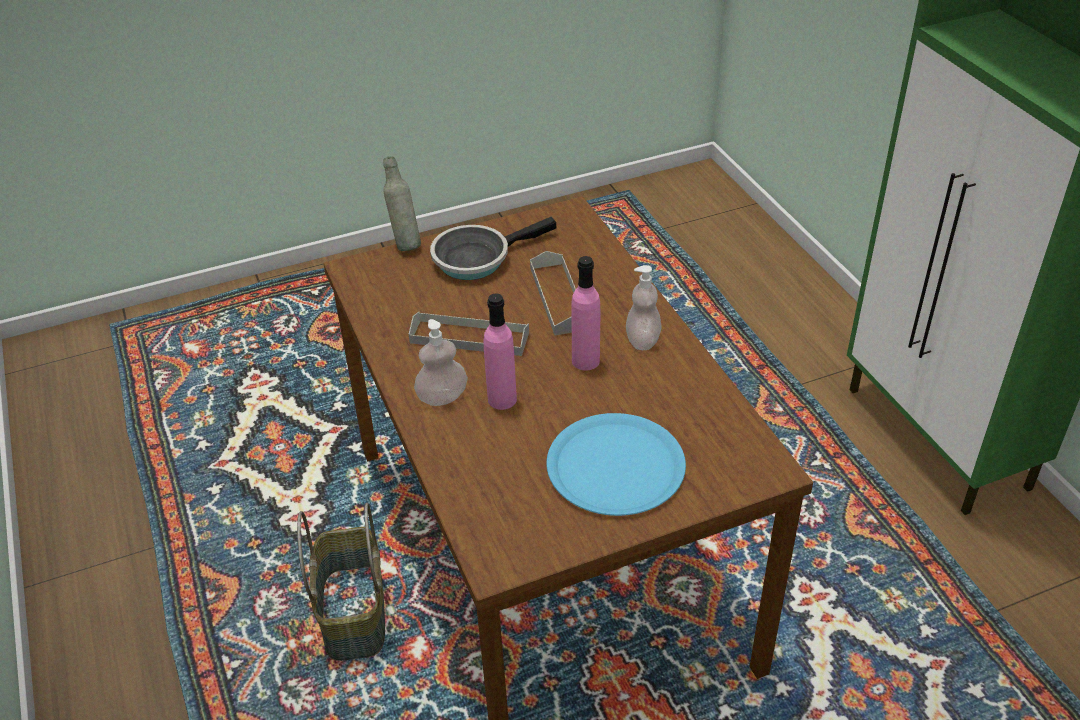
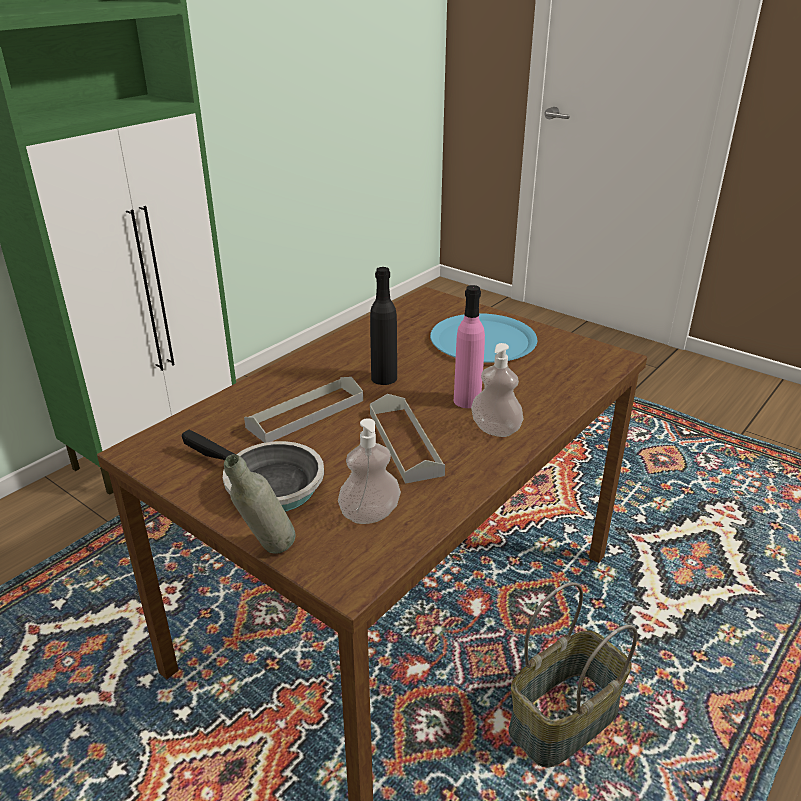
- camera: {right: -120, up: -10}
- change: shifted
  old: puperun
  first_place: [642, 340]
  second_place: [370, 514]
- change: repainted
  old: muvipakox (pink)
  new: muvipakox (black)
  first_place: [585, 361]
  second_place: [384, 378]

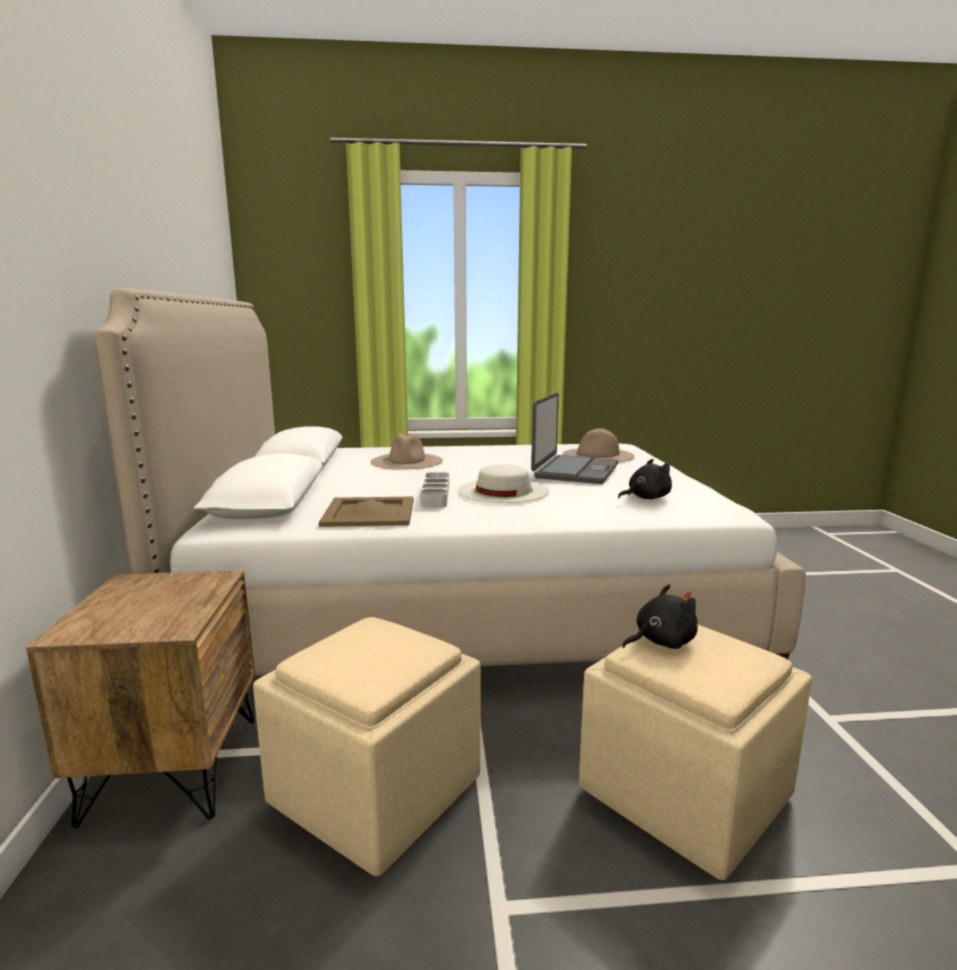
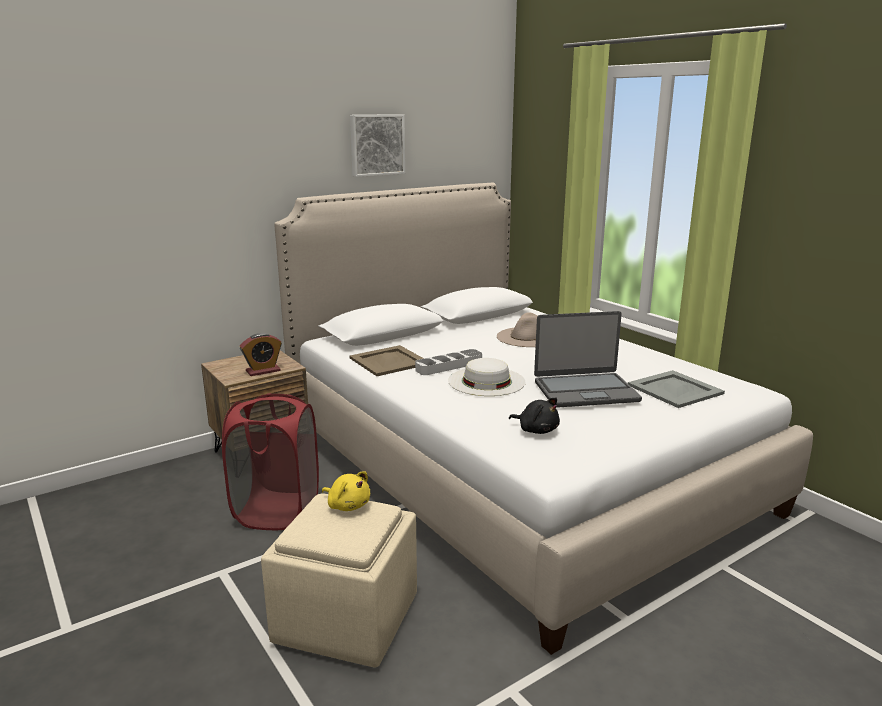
- camera: {right: 60, up: 5}
- change: swapped
  old: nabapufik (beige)
  new: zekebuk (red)
  first_place: [376, 795]
  second_place: [277, 511]
- change: new
  new: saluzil
  second_place: [263, 371]
- change: repainted
  old: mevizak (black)
  new: mevizak (yellow)
  first_place: [660, 642]
  second_place: [347, 505]
- change: new
  new: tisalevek
  second_place: [376, 145]
- change: swapped
  old: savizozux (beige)
  new: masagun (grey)
  first_place: [598, 455]
  second_place: [675, 390]

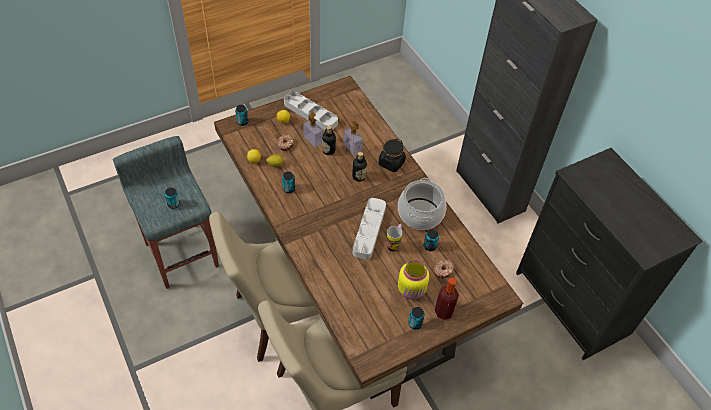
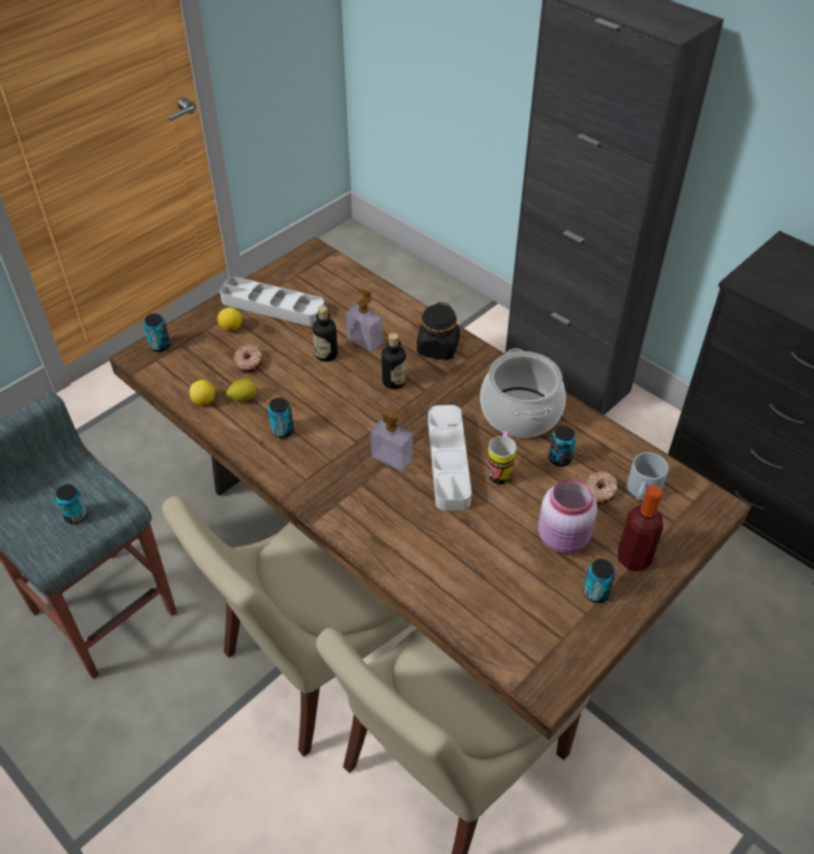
- camera: {right: -15, up: -5}
- change: shifted
  old: puperun
  first_place: [313, 140]
  second_place: [392, 458]
- change: repainted
  old: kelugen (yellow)
  new: kelugen (pink)
  first_place: [412, 290]
  second_place: [564, 539]
- change: new
  new: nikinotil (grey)
  second_place: [643, 491]

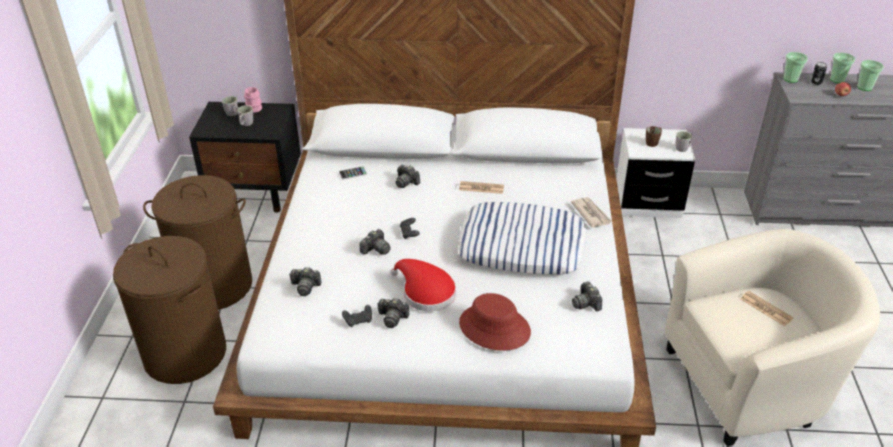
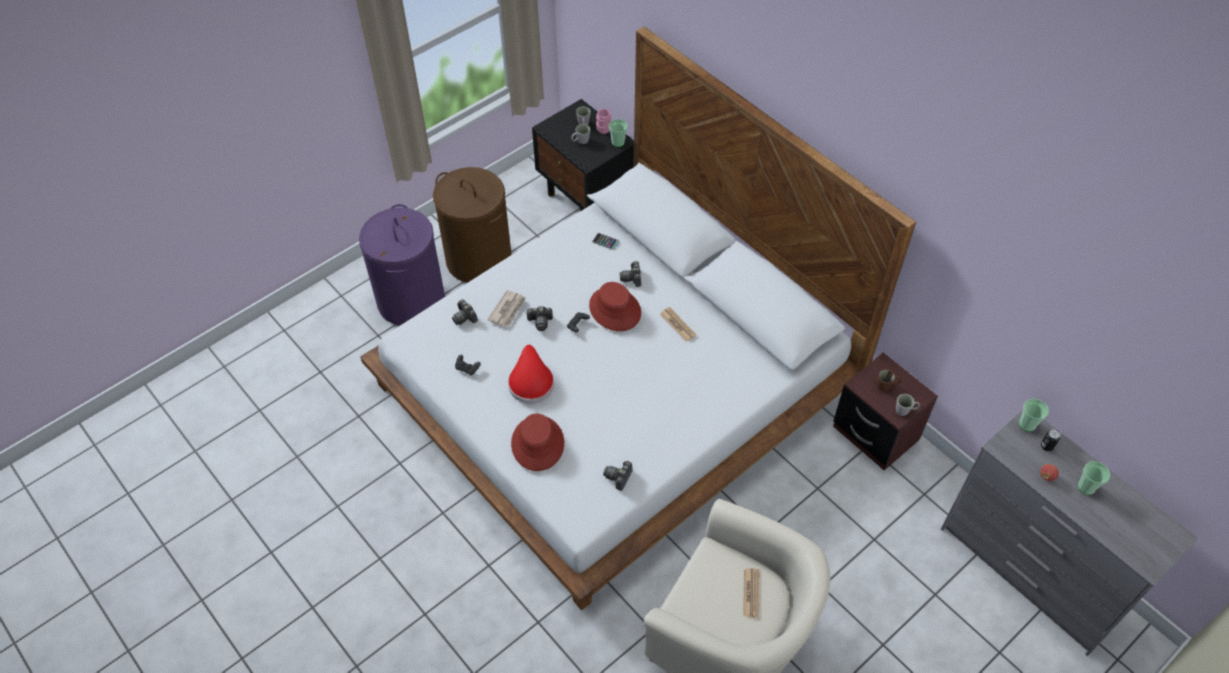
- camera: {right: 45, up: 15}
- change: repainted
  old: zekebuk (brown)
  new: zekebuk (purple)
  first_place: [185, 354]
  second_place: [411, 300]
- change: shifted
  old: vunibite
  first_place: [591, 213]
  second_place: [508, 310]
- change: new
  new: savizozux (red)
  second_place: [614, 309]
- change: shifted
  old: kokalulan
  first_place: [837, 80]
  second_place: [618, 142]
- change: repainted
  old: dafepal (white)
  new: dafepal (brown)
  first_place: [647, 202]
  second_place: [875, 433]
- change: gone
  old: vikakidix
  first_place: [392, 318]
- change: gone
  old: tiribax
  first_place: [522, 246]

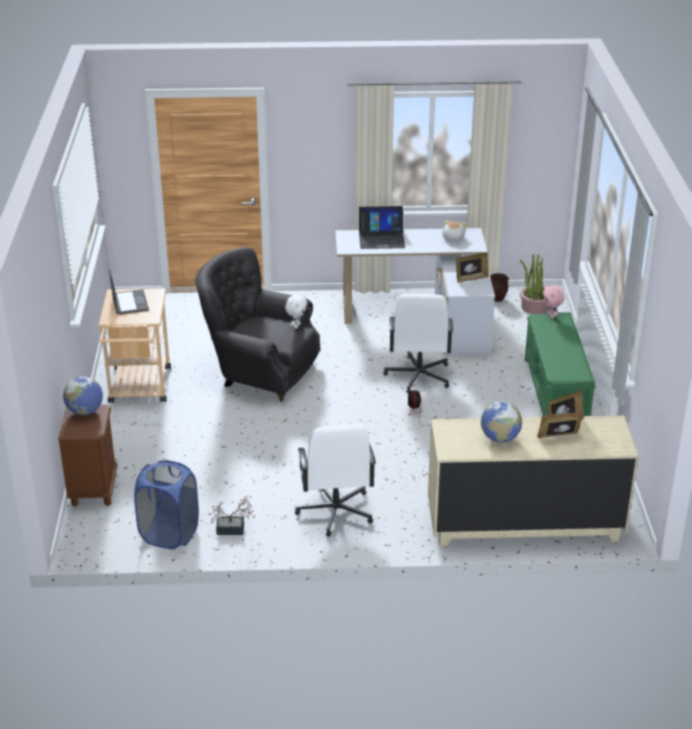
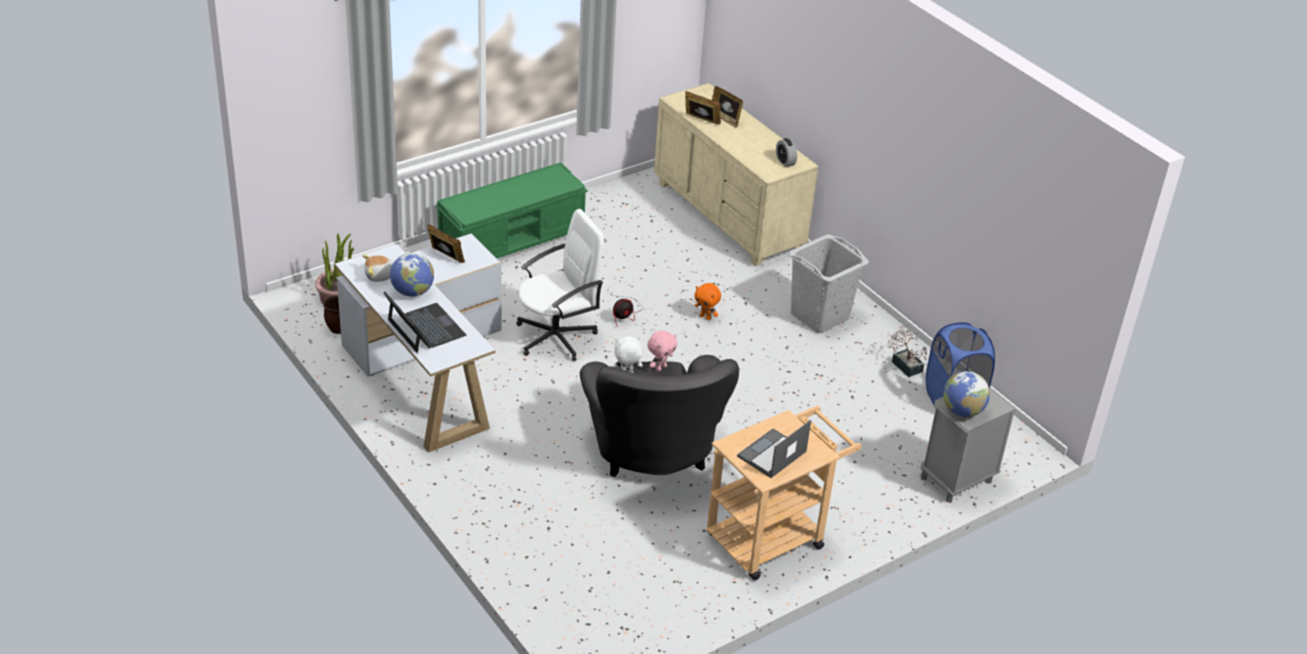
- camera: {right: -125, up: 5}
- change: shifted
  old: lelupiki
  first_place: [500, 438]
  second_place: [412, 292]
- change: shifted
  old: mevizak (pink)
  first_place: [551, 316]
  second_place: [660, 367]
- change: new
  new: mevizak (orange)
  second_place: [705, 317]
- change: new
  new: saluzil
  second_place: [785, 162]
- change: swapped
  old: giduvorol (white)
  new: zekebuk (grey)
  first_place: [335, 512]
  second_place: [820, 316]
- change: repainted
  old: dafepal (brown)
  new: dafepal (grey)
  first_place: [93, 489]
  second_place: [956, 480]

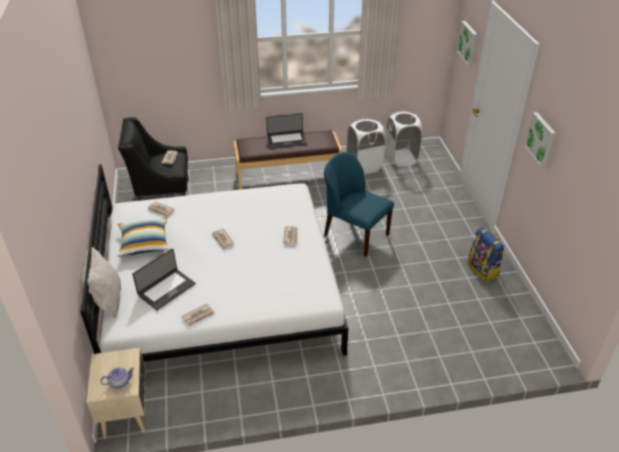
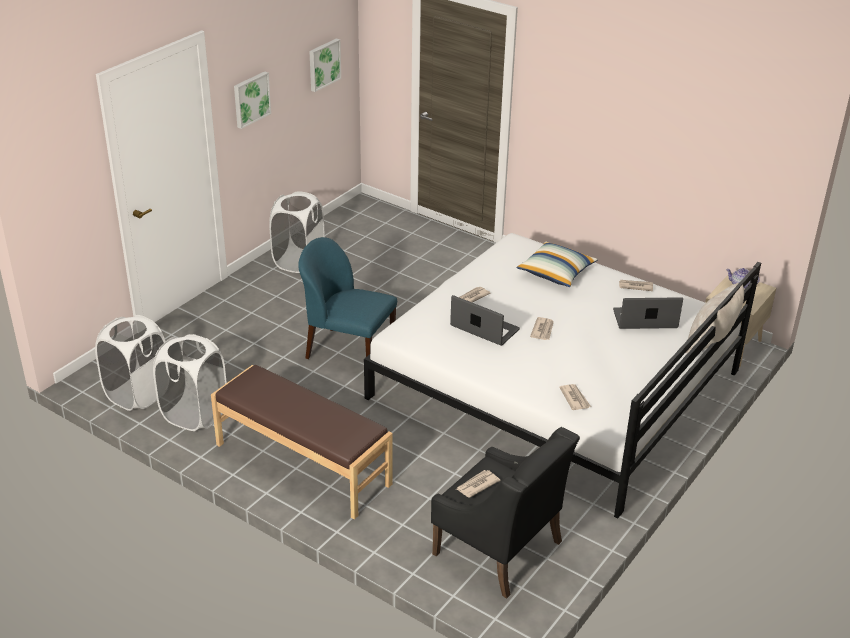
- camera: {right: -135, up: -5}
- change: swapped
  old: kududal
  new: zekebuk (white)
  first_place: [483, 270]
  second_place: [298, 261]
- change: rotated
  old: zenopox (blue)
  first_place: [355, 234]
  second_place: [348, 351]
  degrees: 120
- change: shifted
  old: tisalevek
  first_place: [468, 43]
  second_place: [323, 64]
- change: shifted
  old: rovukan
  first_place: [286, 140]
  second_place: [484, 328]
- change: shifted
  old: tiribax
  first_place: [144, 243]
  second_place: [556, 273]

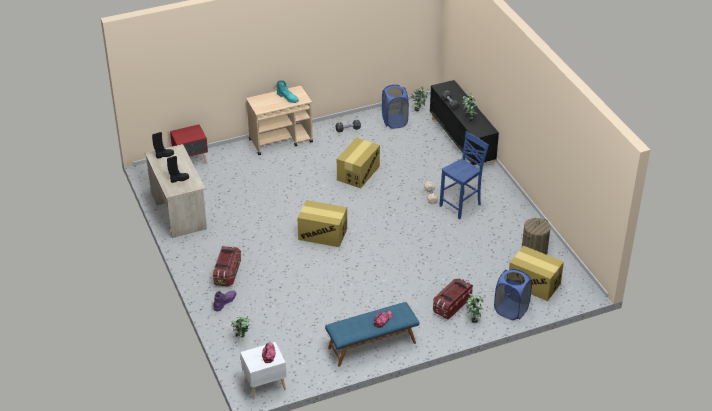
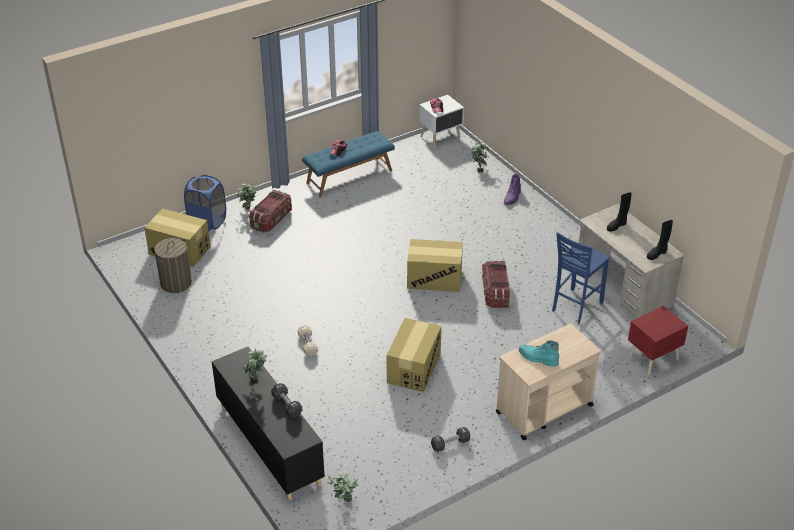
- camera: {right: 170, up: 0}
- change: shifted
  old: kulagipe
  first_place: [227, 273]
  second_place: [495, 293]
- change: shifted
  old: zenopox (blue)
  first_place: [461, 205]
  second_place: [575, 307]
- change: gone
  old: zekebuk (blue)
  first_place: [394, 121]

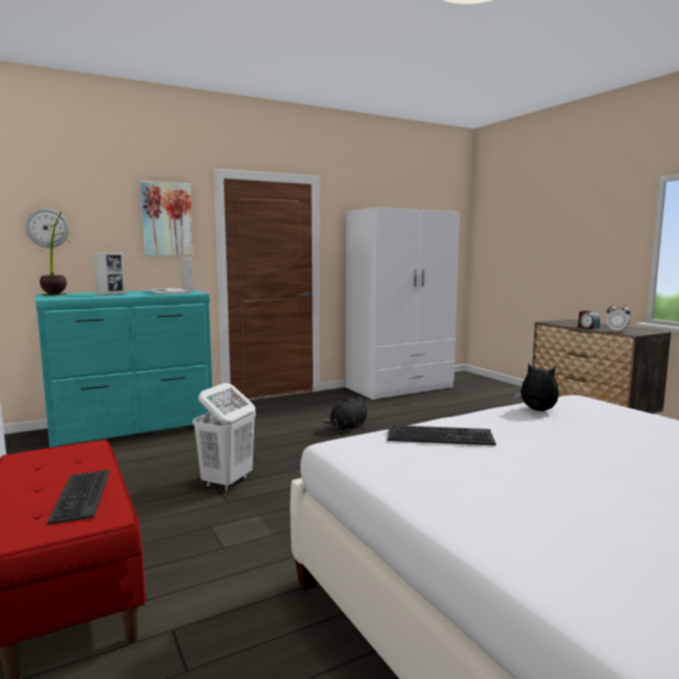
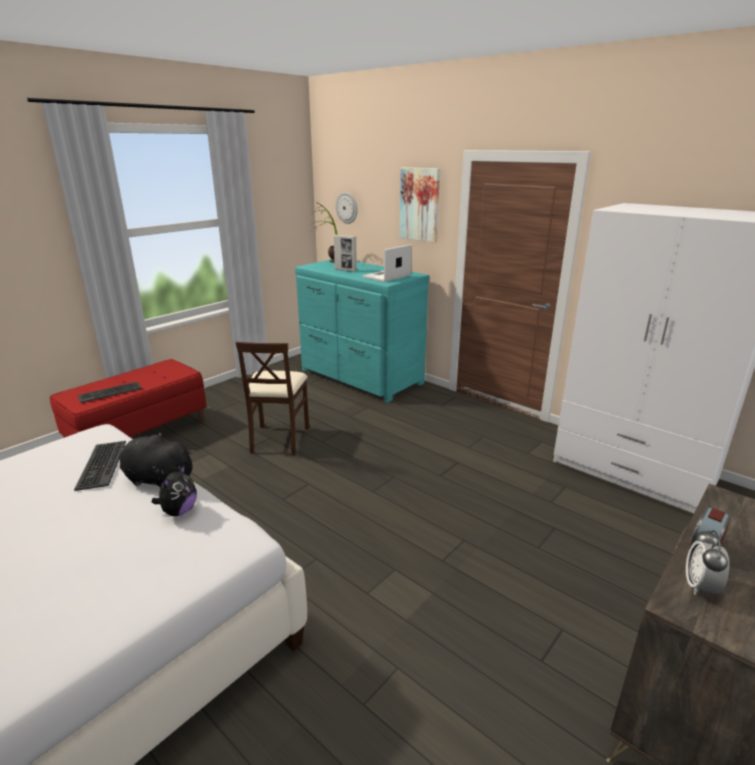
- camera: {right: 70, up: 15}
- change: shifted
  old: mevizak (black)
  first_place: [348, 427]
  second_place: [157, 479]
- change: swapped
  old: zekebuk (white)
  new: zenopox (beige)
  first_place: [227, 482]
  second_place: [279, 439]

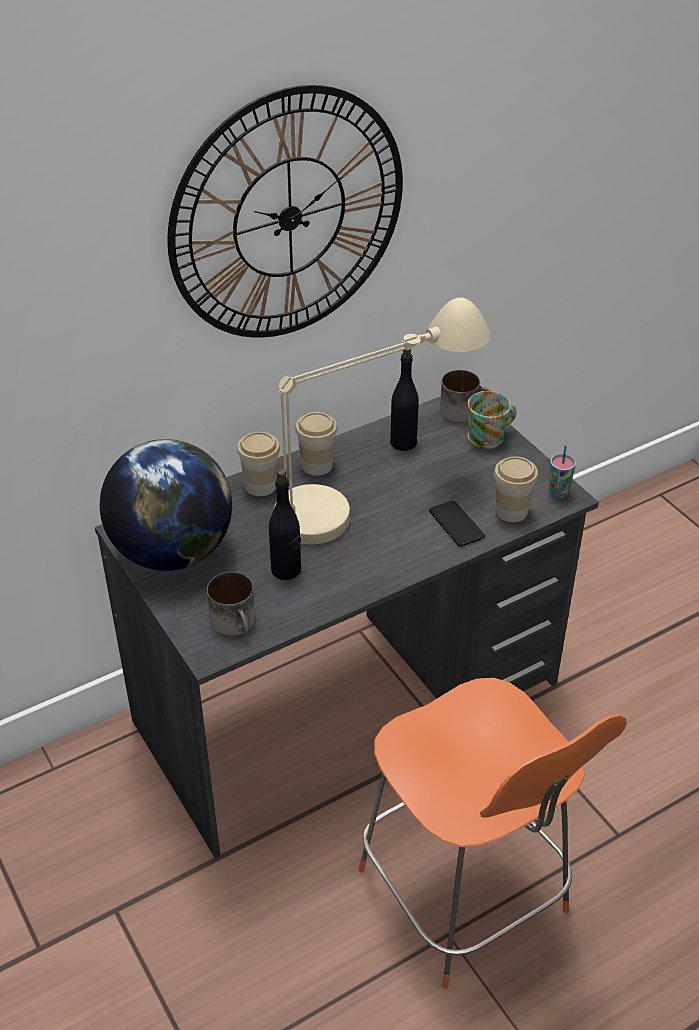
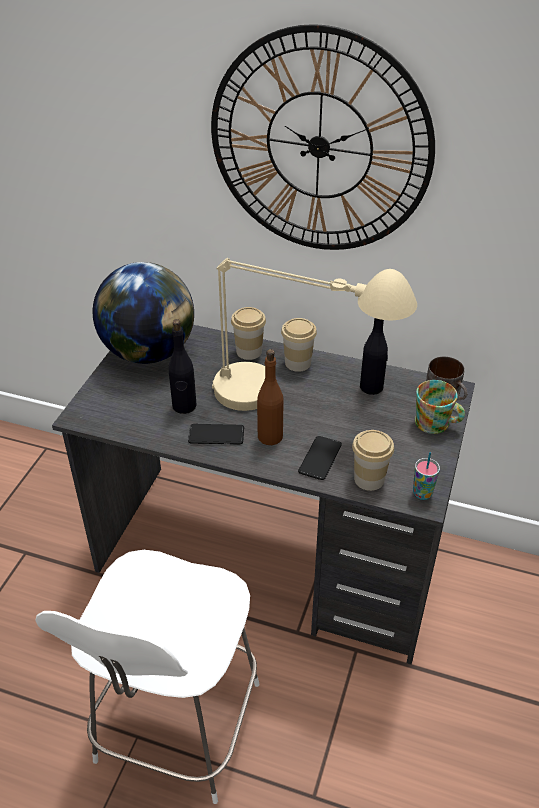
- camera: {right: 50, up: 0}
- change: repainted
  old: zenopox (orange)
  new: zenopox (white)
  first_place: [466, 896]
  second_place: [176, 728]
- change: new
  new: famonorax
  second_place: [216, 435]
- change: new
  new: muvipakox (brown)
  second_place: [270, 436]
- change: gone
  old: nikinotil
  first_place: [237, 623]

